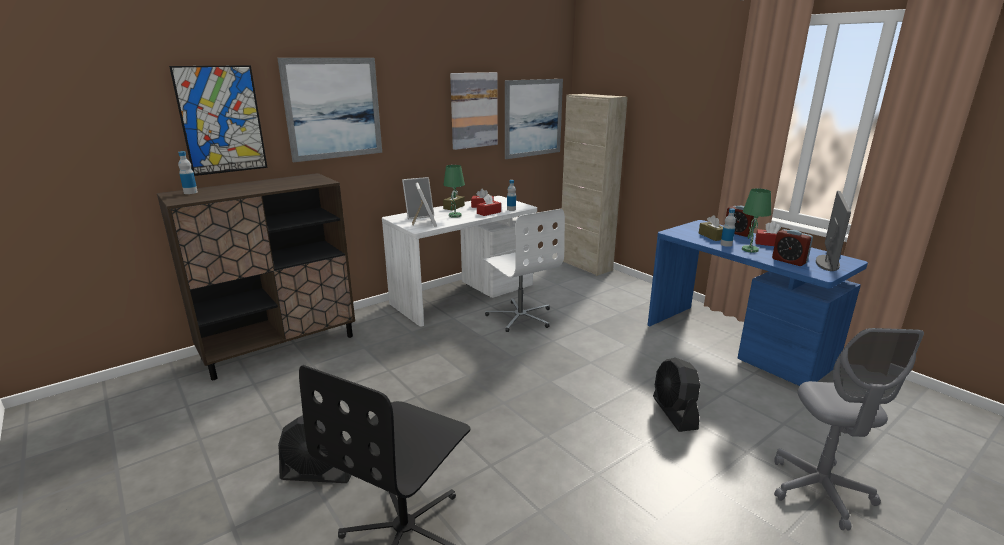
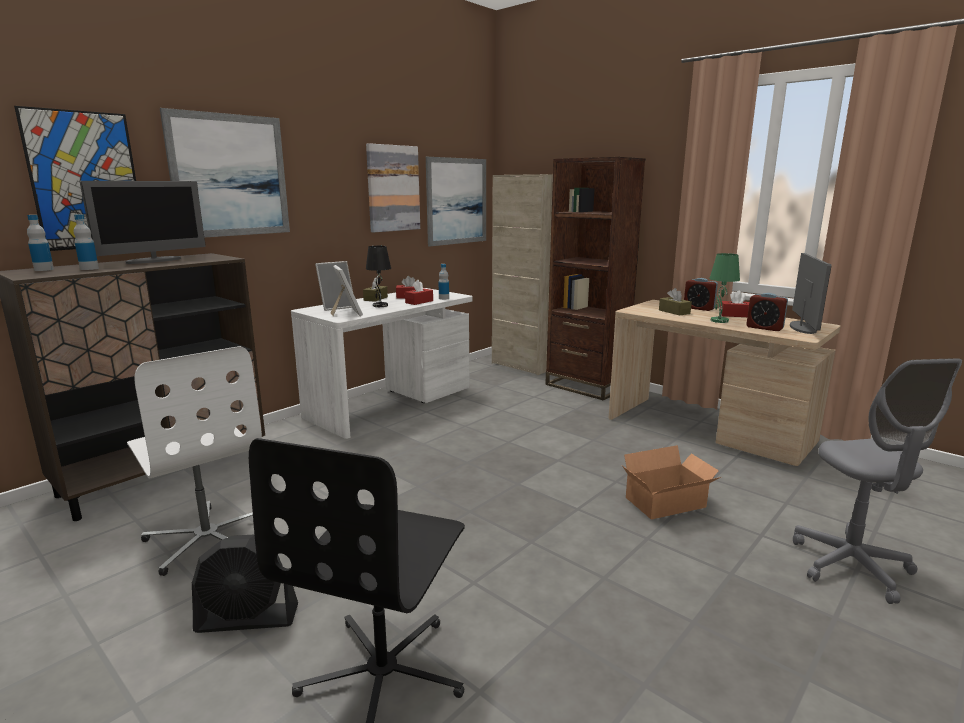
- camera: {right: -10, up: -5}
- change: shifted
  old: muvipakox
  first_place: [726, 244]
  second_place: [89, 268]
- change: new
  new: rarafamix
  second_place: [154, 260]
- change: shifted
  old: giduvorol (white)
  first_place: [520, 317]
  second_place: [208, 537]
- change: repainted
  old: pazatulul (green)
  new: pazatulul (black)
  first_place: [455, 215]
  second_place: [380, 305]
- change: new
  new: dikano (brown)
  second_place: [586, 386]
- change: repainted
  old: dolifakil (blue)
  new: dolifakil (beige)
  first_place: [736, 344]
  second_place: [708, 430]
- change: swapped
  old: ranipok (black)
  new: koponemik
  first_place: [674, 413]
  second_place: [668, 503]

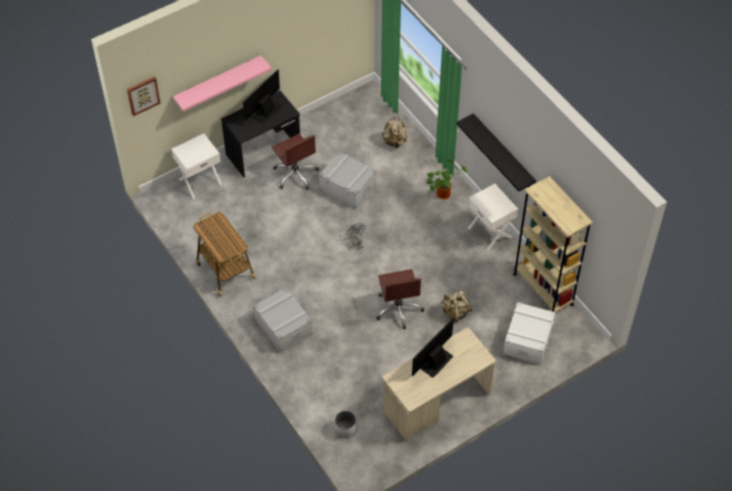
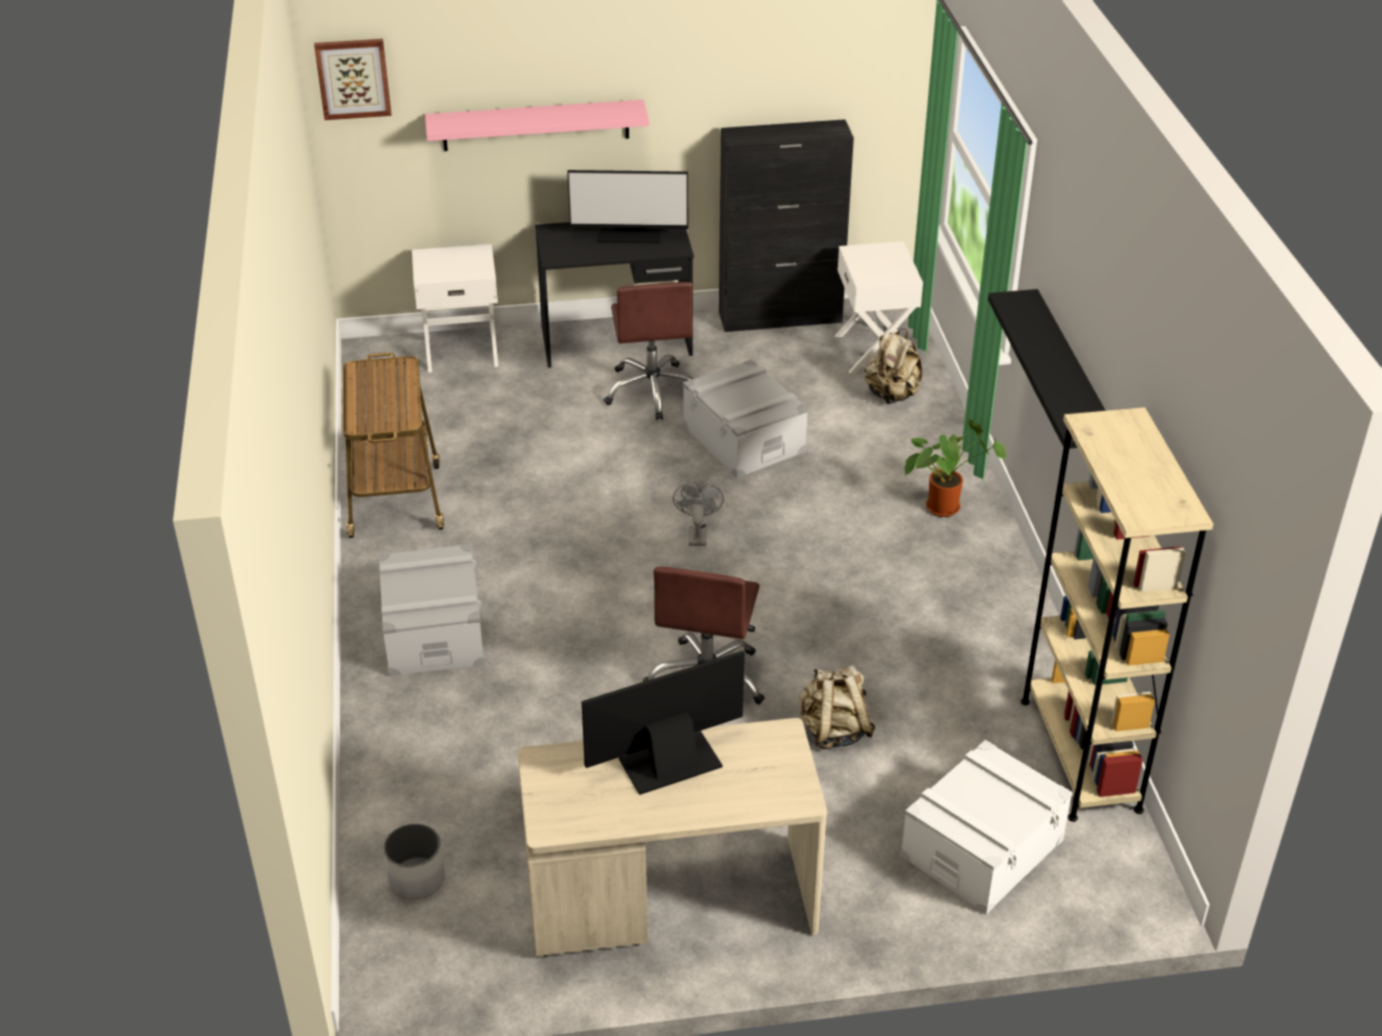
- camera: {right: 25, up: -15}
- change: rotated
  old: rarafamix
  first_place: [265, 110]
  second_place: [629, 234]
  degrees: -150
- change: new
  new: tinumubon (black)
  second_place: [781, 317]
- change: shifted
  old: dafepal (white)
  first_place: [490, 232]
  second_place: [875, 351]

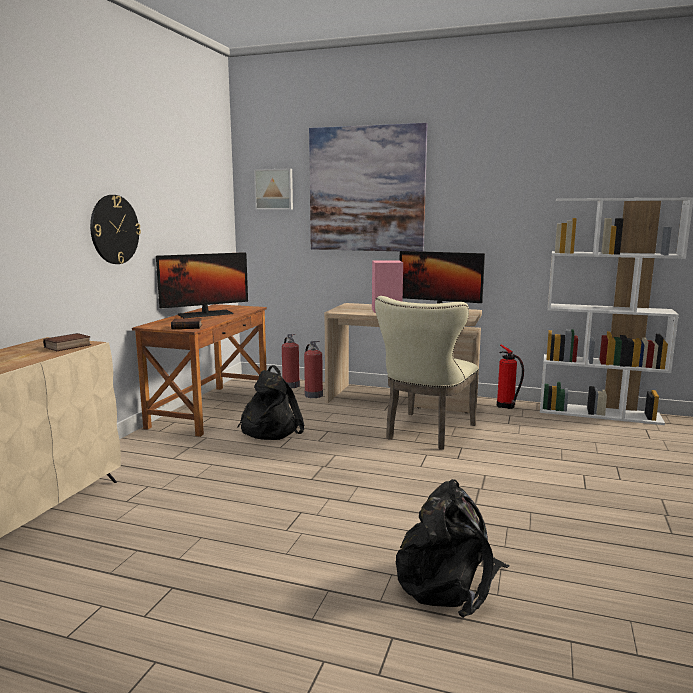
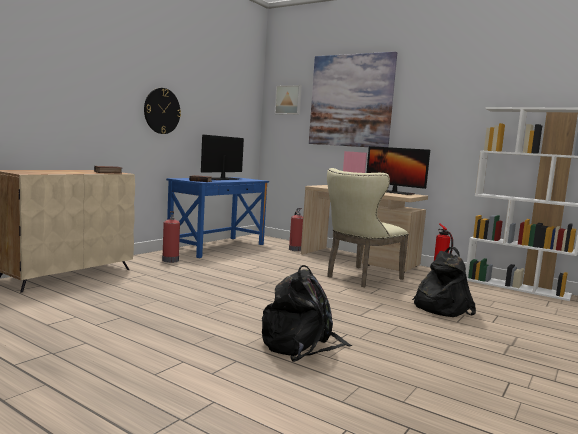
- camera: {right: 15, up: -5}
- change: shifted
  old: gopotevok
  first_place: [290, 385]
  second_place: [170, 260]
- change: repainted
  old: dolifakil (brown)
  new: dolifakil (blue)
  first_place: [210, 409]
  second_place: [217, 247]
- change: rotated
  old: rarafamix
  first_place: [205, 314]
  second_place: [222, 179]
  degrees: 135
- change: shifted
  old: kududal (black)
  first_place: [270, 430]
  second_place: [439, 308]

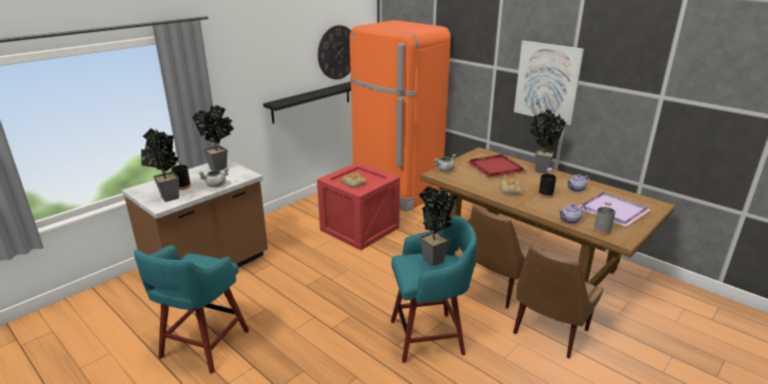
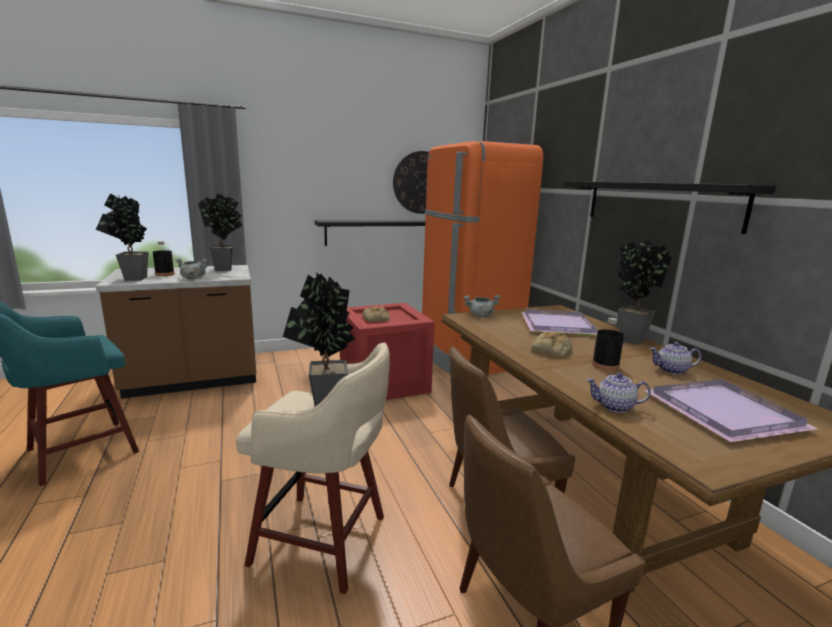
- camera: {right: 25, up: -10}
- change: repainted
  old: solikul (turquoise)
  new: solikul (beige)
  first_place: [429, 337]
  second_place: [323, 541]
- change: repainted
  old: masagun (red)
  new: masagun (purple)
  first_place: [494, 168]
  second_place: [556, 325]
- change: swapped
  old: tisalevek
  new: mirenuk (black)
  first_place: [547, 82]
  second_place: [658, 203]
- change: gone
  old: muvipakox (grey)
  first_place: [602, 230]

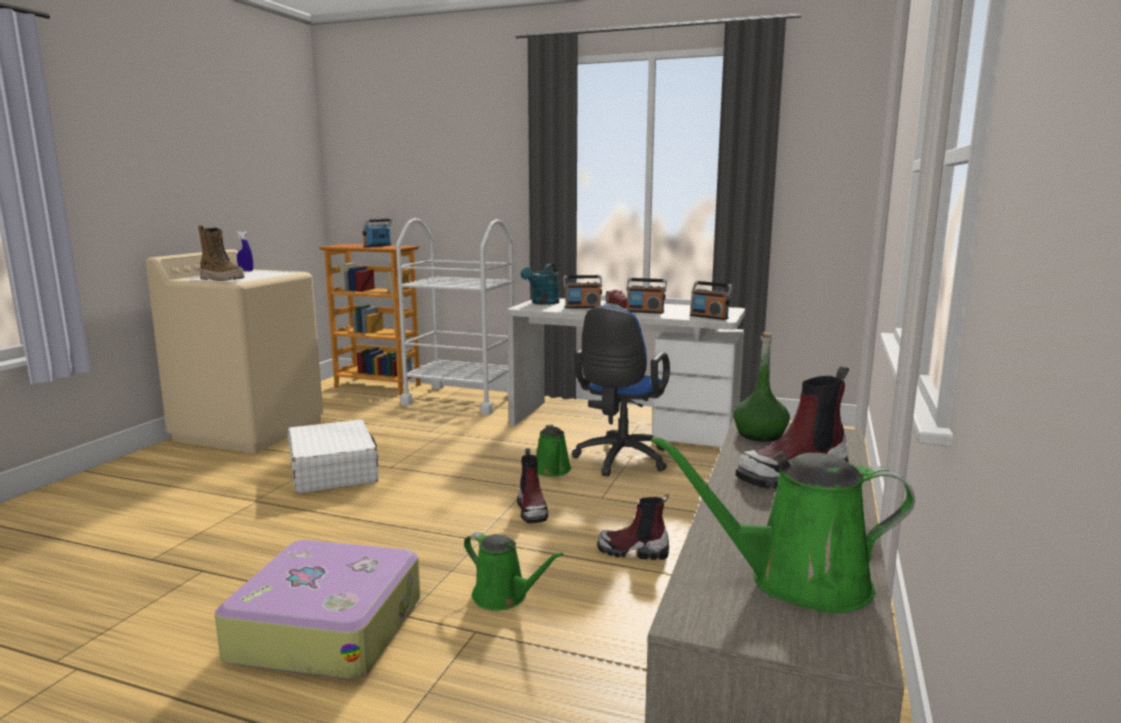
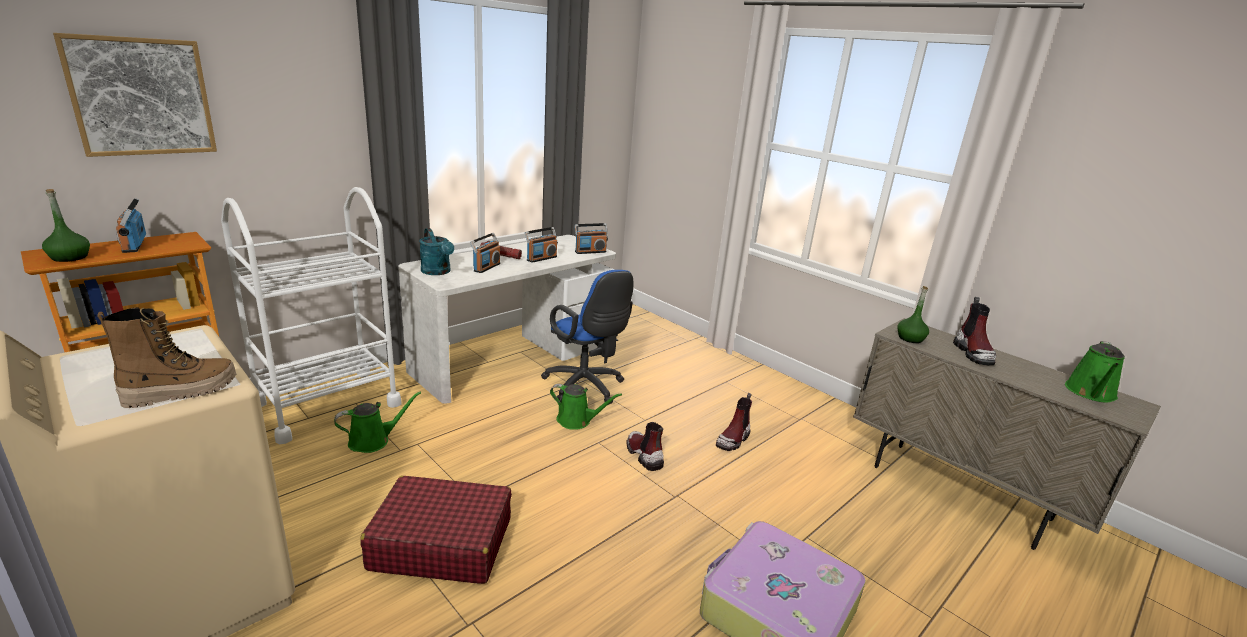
- camera: {right: -65, up: 10}
- change: new
  new: muvipakox (green)
  second_place: [70, 257]
- change: new
  new: tisalevek
  second_place: [141, 97]
- change: shifted
  old: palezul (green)
  first_place: [504, 597]
  second_place: [373, 441]
- change: repainted
  old: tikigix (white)
  new: tikigix (red)
  first_place: [333, 471]
  second_place: [441, 543]
- change: rotated
  old: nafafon
  first_place: [532, 510]
  second_place: [643, 455]
  degrees: -135
- change: gone
  old: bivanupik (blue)
  first_place: [246, 271]

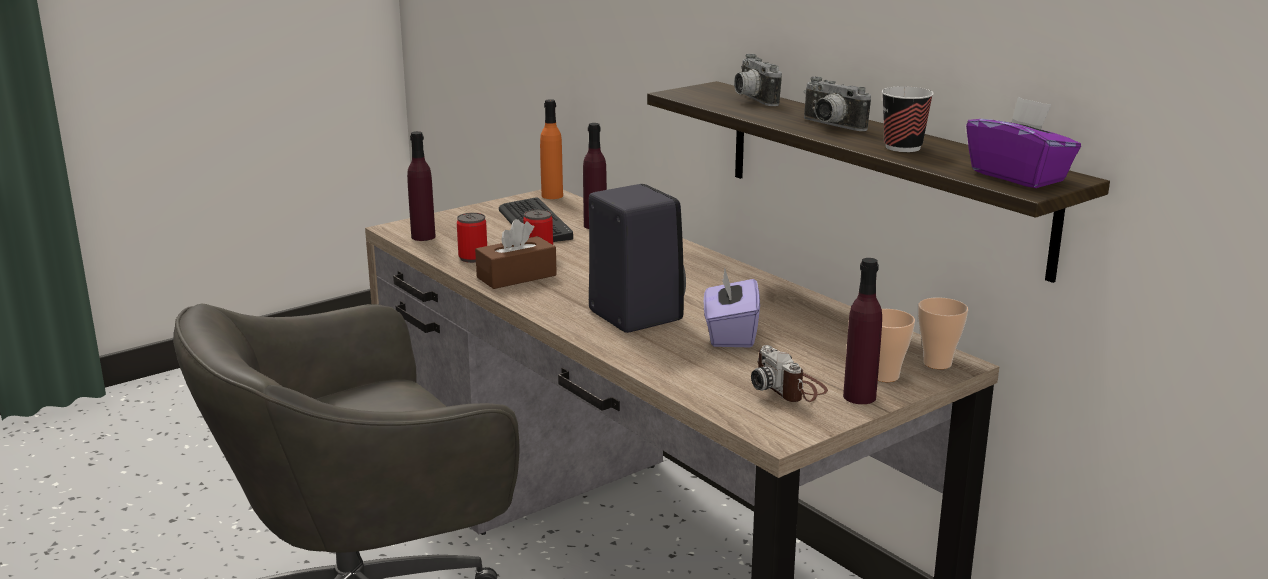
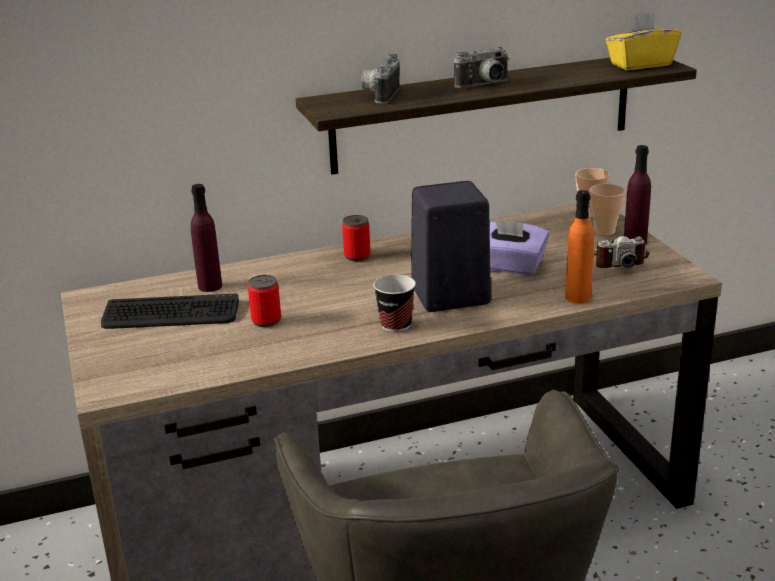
- camera: {right: -70, up: 5}
- change: shifted
  old: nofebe
  first_place: [473, 258]
  second_place: [357, 256]
- change: rotated
  old: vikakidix
  first_place: [751, 99]
  second_place: [380, 95]
  degrees: 105
- change: shifted
  old: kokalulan
  first_place: [903, 147]
  second_place: [396, 325]
- change: shifted
  old: muvipakox (orange)
  first_place: [552, 196]
  second_place: [577, 297]
- change: repainted
  old: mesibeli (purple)
  new: mesibeli (yellow)
  first_place: [1018, 176]
  second_place: [640, 64]
- change: gone
  old: muvipakox (purple)
  first_place: [423, 236]
- change: gone
  old: mesibeli (brown)
  first_place: [516, 276]

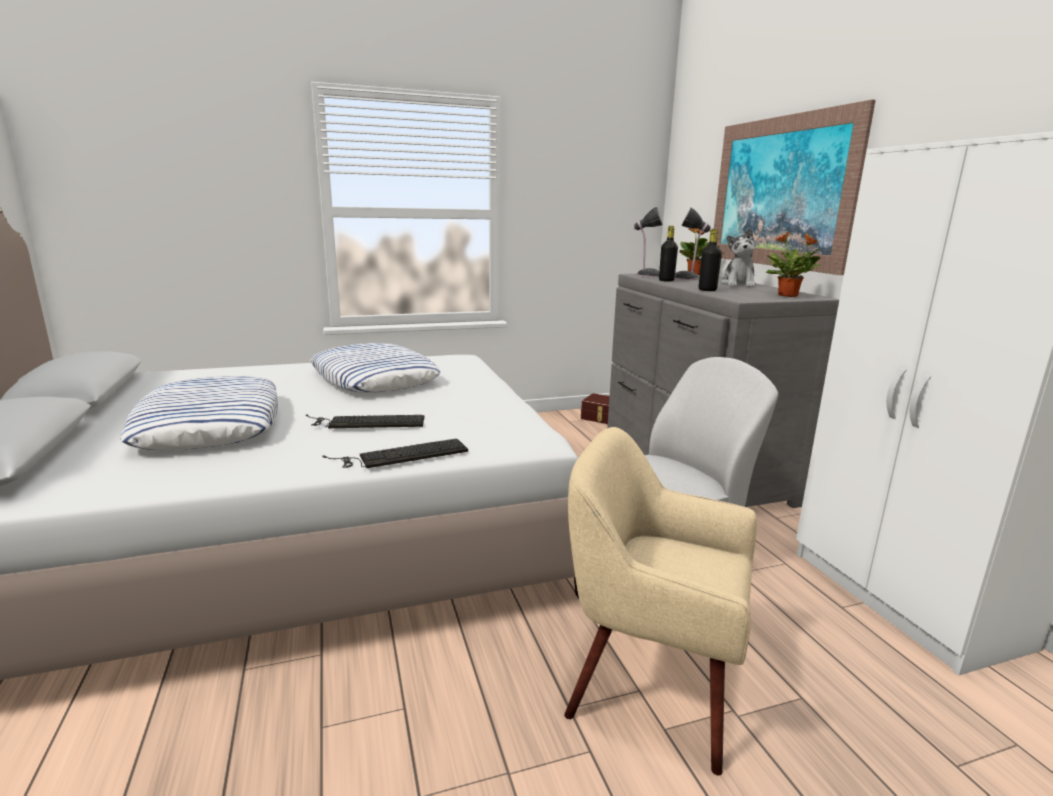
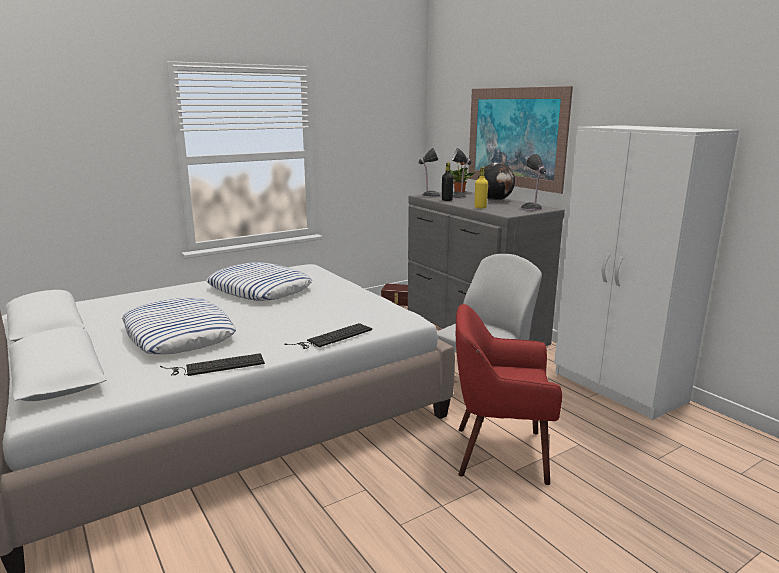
- camera: {right: -15, up: 0}
- change: shifted
  old: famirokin
  first_place: [365, 422]
  second_place: [215, 366]
- change: repainted
  old: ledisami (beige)
  new: ledisami (red)
  first_place: [650, 686]
  second_place: [499, 453]
- change: repainted
  old: muvipakox (black)
  new: muvipakox (yellow)
  first_place: [707, 290]
  second_place: [480, 207]
- change: swapped
  old: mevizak
  new: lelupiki
  first_place: [738, 284]
  second_place: [495, 200]
- change: swapped
  old: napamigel
  new: pazatulul
  first_place: [788, 296]
  second_place: [532, 208]

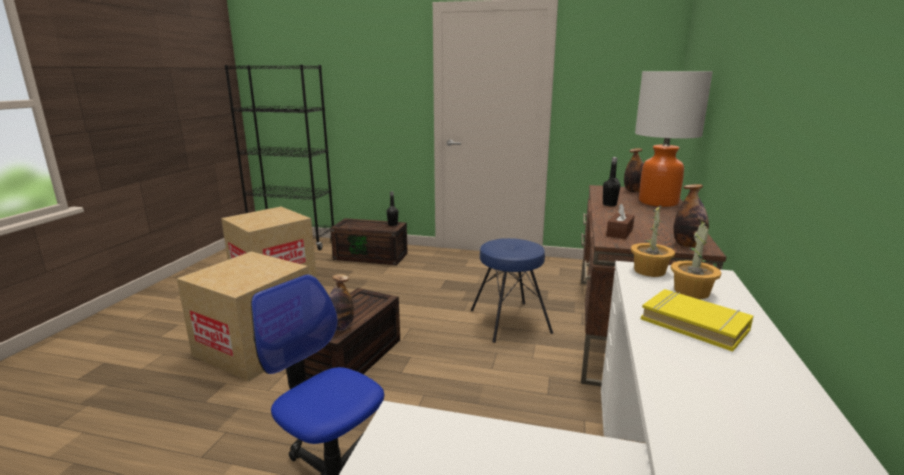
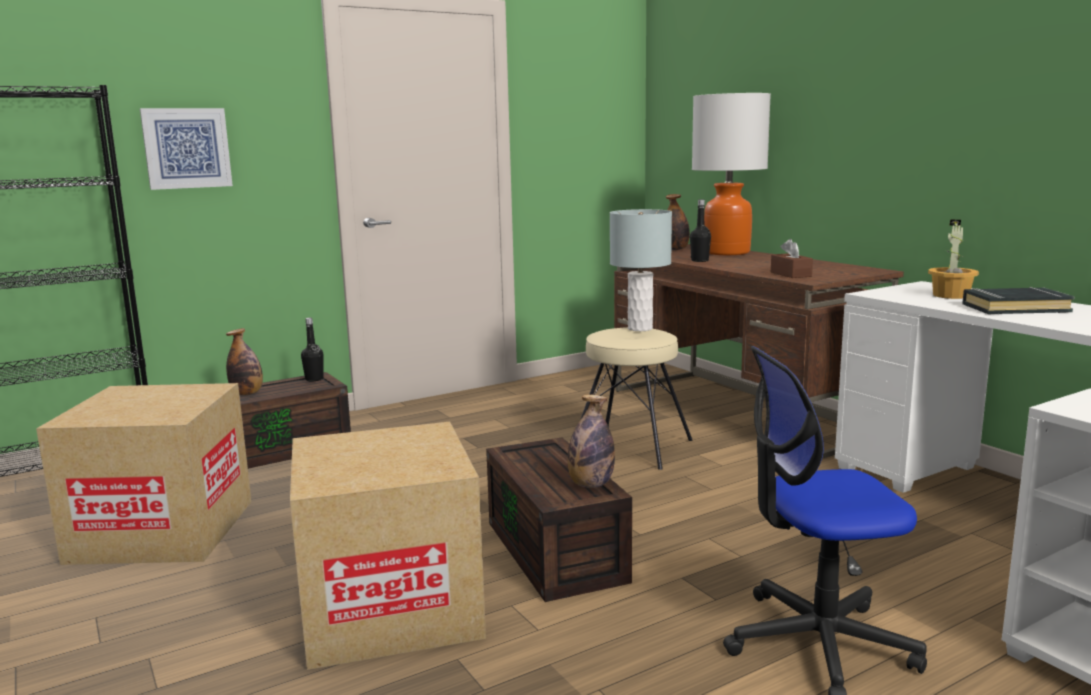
- camera: {right: -45, up: -5}
- change: new
  new: tisalevek
  second_place: [187, 148]
- change: shifted
  old: muvipakox
  first_place: [688, 246]
  second_place: [247, 394]
- change: repainted
  old: solikul (blue)
  new: solikul (beige)
  first_place: [509, 321]
  second_place: [631, 447]
- change: new
  new: pazatulul (grey)
  second_place: [640, 328]
- change: repainted
  old: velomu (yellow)
  new: velomu (black)
  first_place: [694, 324]
  second_place: [1015, 308]
- change: gone
  old: napamigel
  first_place: [650, 271]

